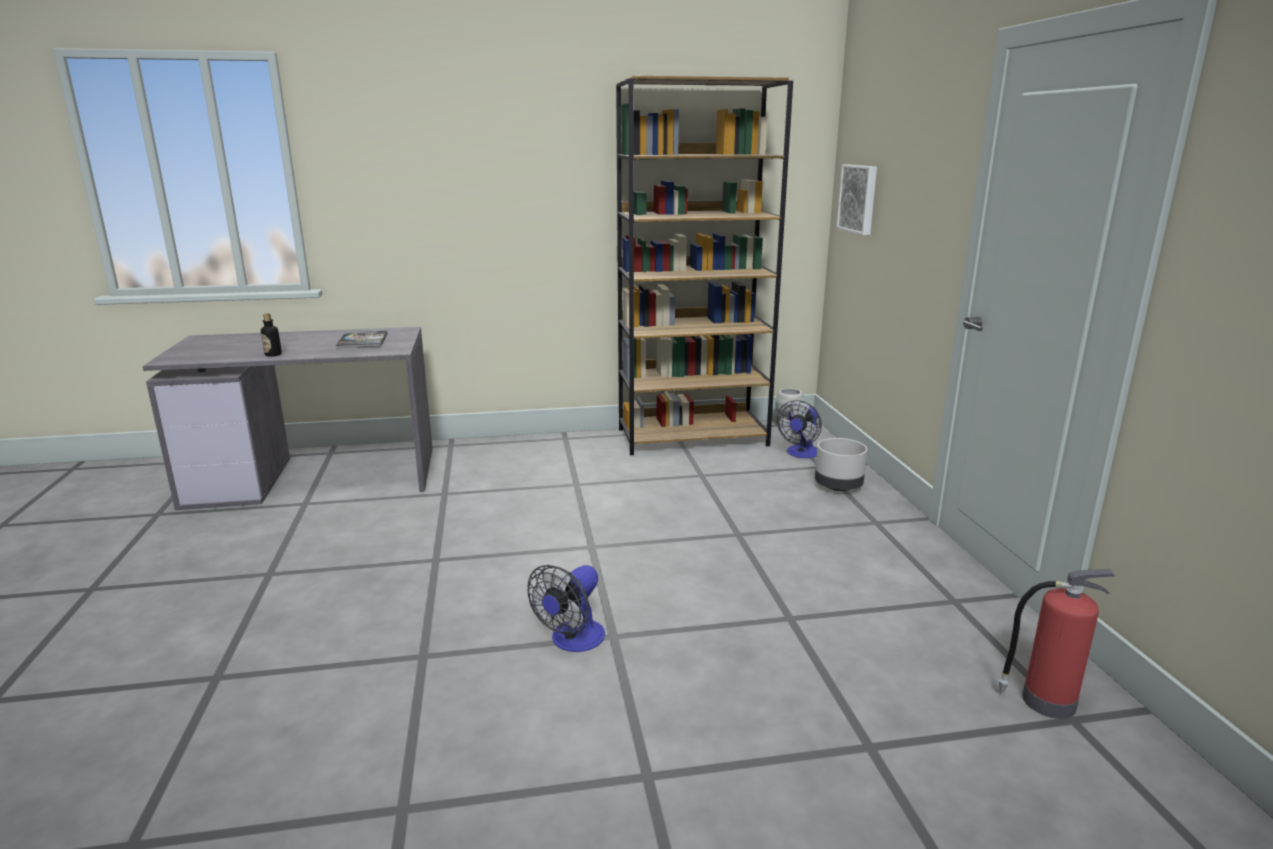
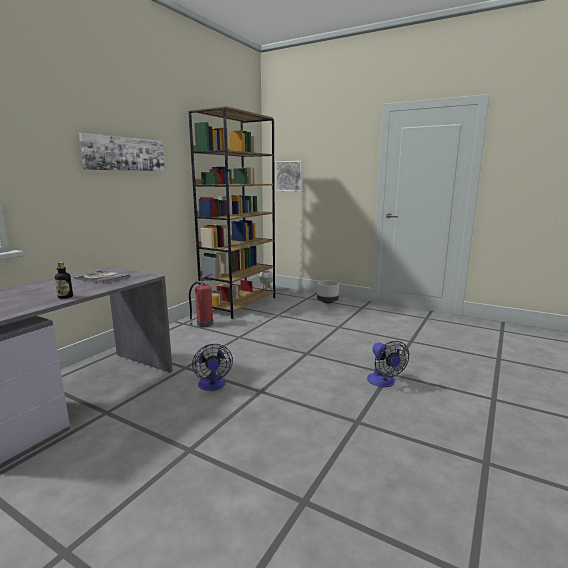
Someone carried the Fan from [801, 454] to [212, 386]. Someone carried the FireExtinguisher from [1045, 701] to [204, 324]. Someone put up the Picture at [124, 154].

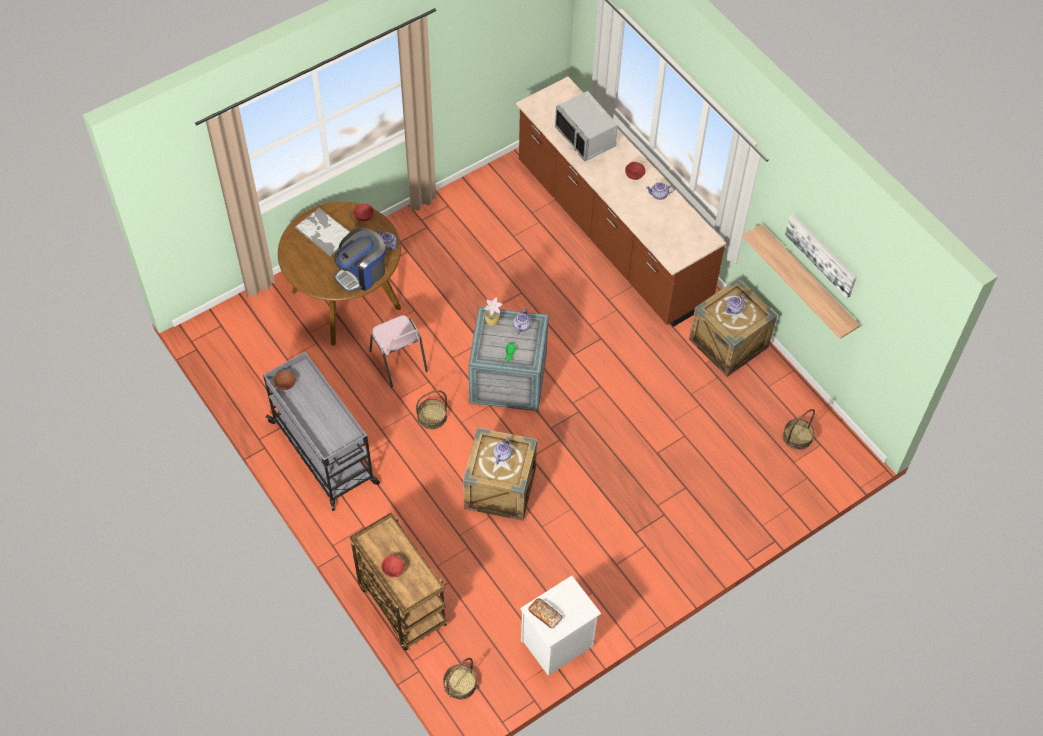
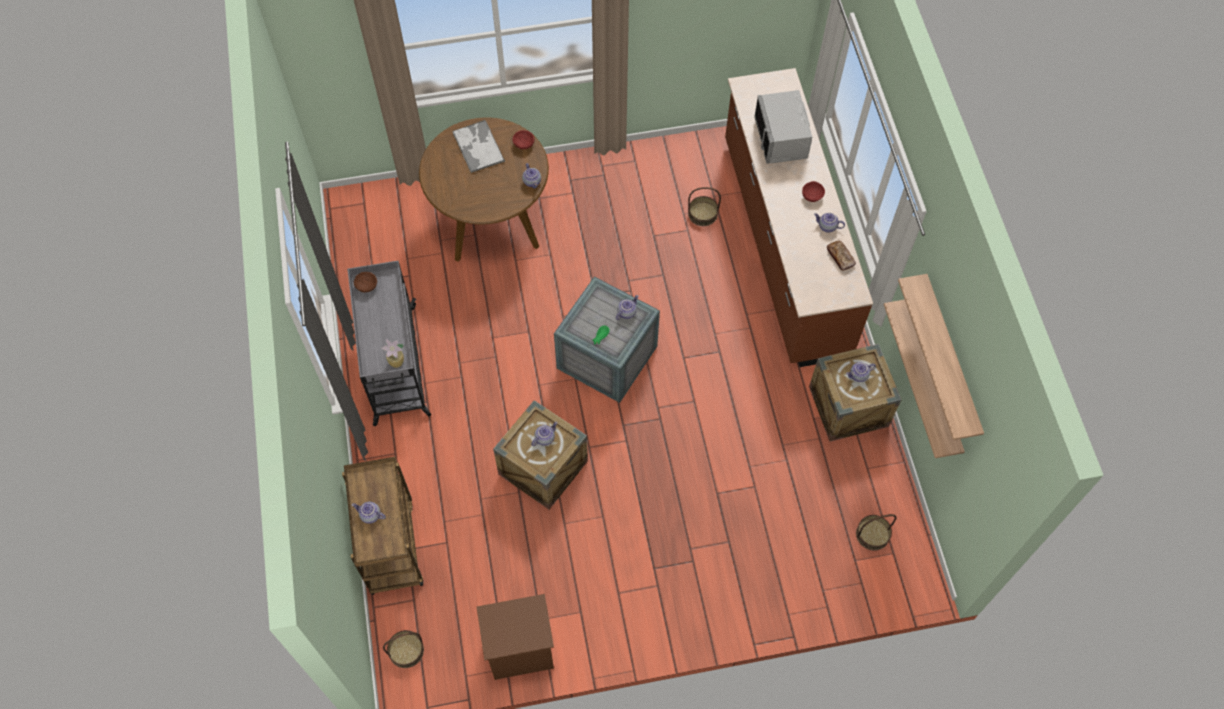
Someone took away the CoffeeMachine at [361, 273]. Someone took away the PinkChair at [399, 362]. Someone swapped the RedBowl at [393, 569] for the Teapot at [370, 515]. Someone carried the Basket from [432, 416] to [702, 214]. Someone carried the PottedPlant from [493, 321] to [397, 362]. Someone repainted the WhiteNightstand at [557, 644], which became the BrownNightstand at [519, 651]. Someone carried the Bread from [545, 615] to [840, 257]. Someone swapped the Picture at [821, 254] for the Shelf at [950, 358].

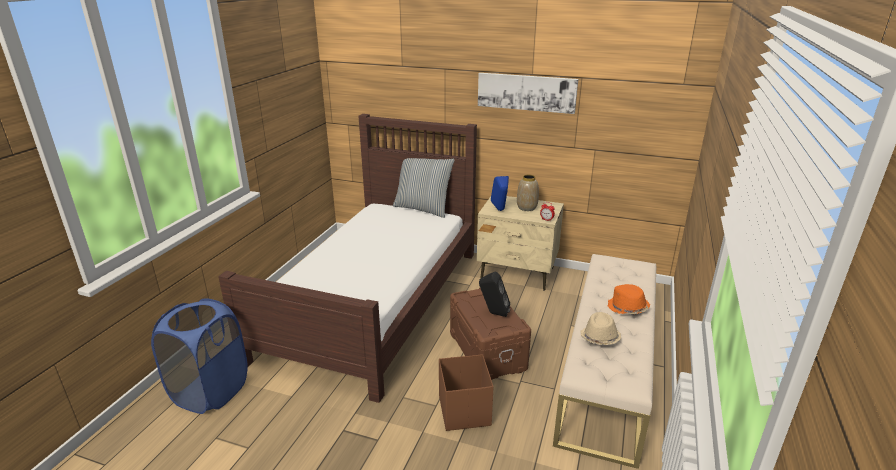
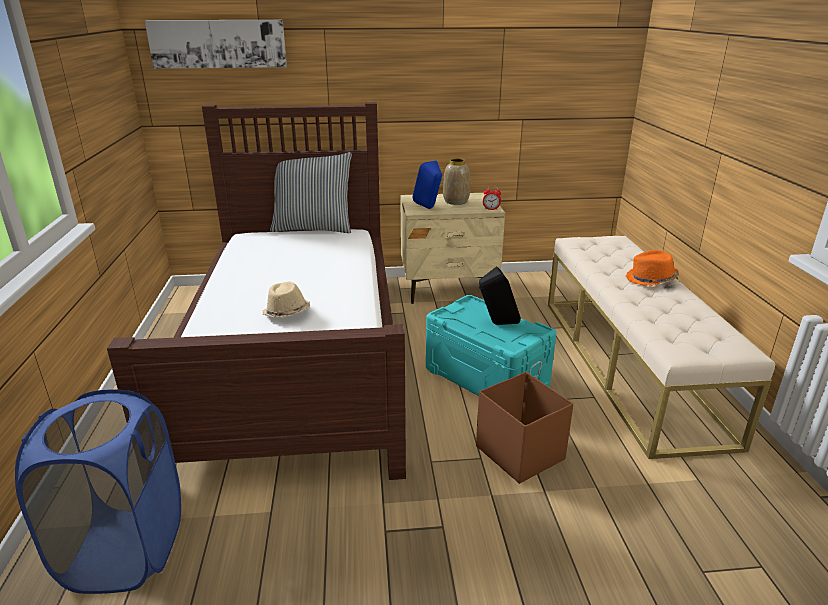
Someone repainted the BrownStorageBox at [486, 351], which became the TurquoiseStorageBox at [485, 378]. Someone carried the Picture from [526, 92] to [218, 44]. Someone carried the BeigeHat from [599, 338] to [286, 313].

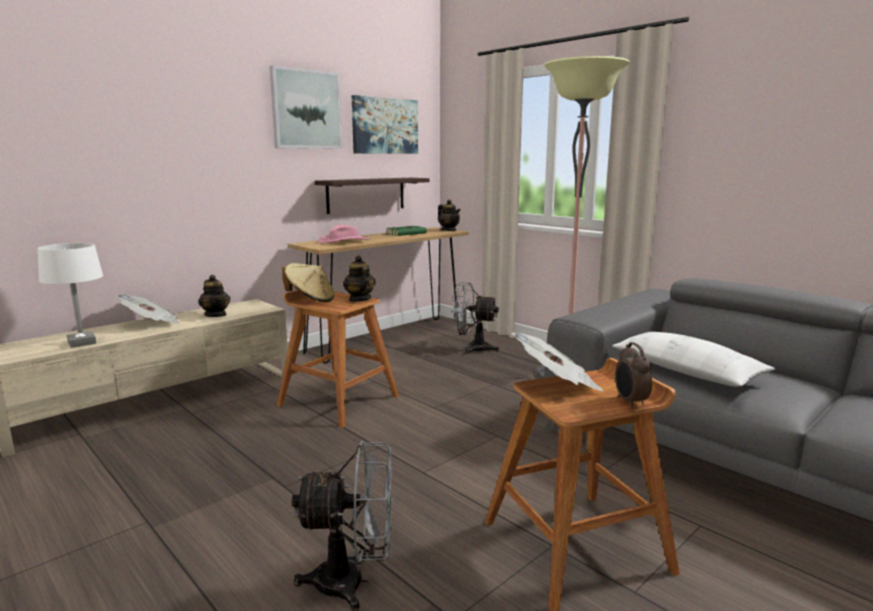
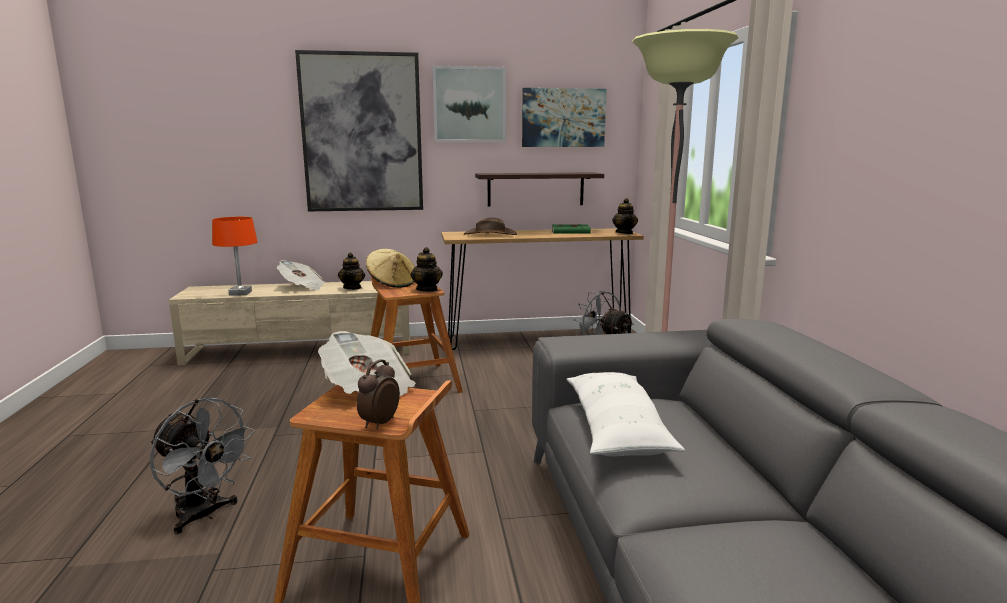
Someone repainted the WhiteTableLamp at [82, 342], which became the OrangeTableLamp at [240, 293]. Someone repainted the PinkHat at [344, 241], which became the BrownHat at [490, 234]. Someone rotated the Teapot at [359, 299] by 150 degrees clockwise. Someone put up the Picture at [362, 133].

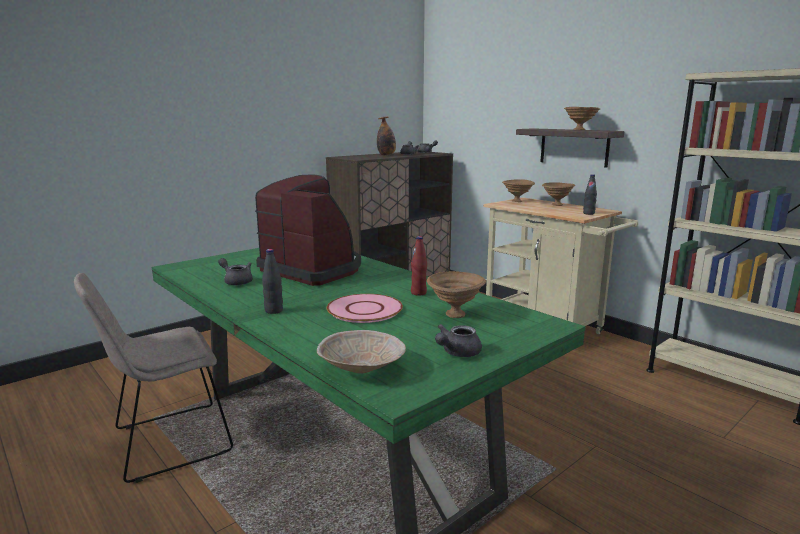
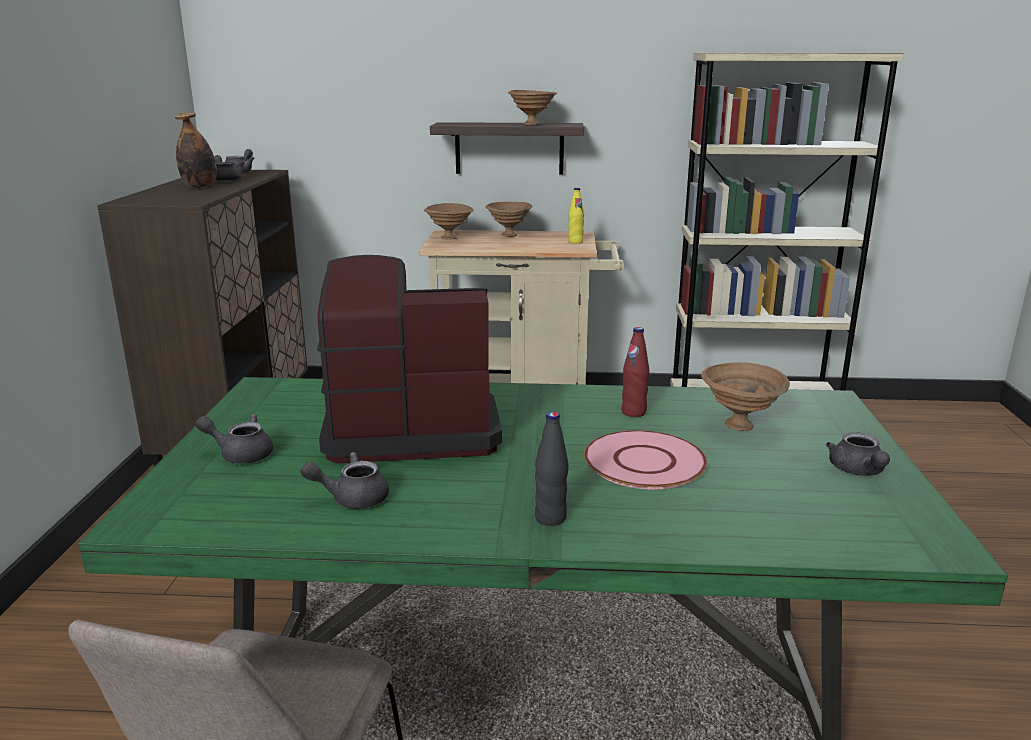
Someone took away the BeigeBowl at [363, 369]. Someone repainted the BlackBottle at [588, 213], which became the YellowBottle at [575, 242]. Someone put down the GreyTeapot at [241, 454].

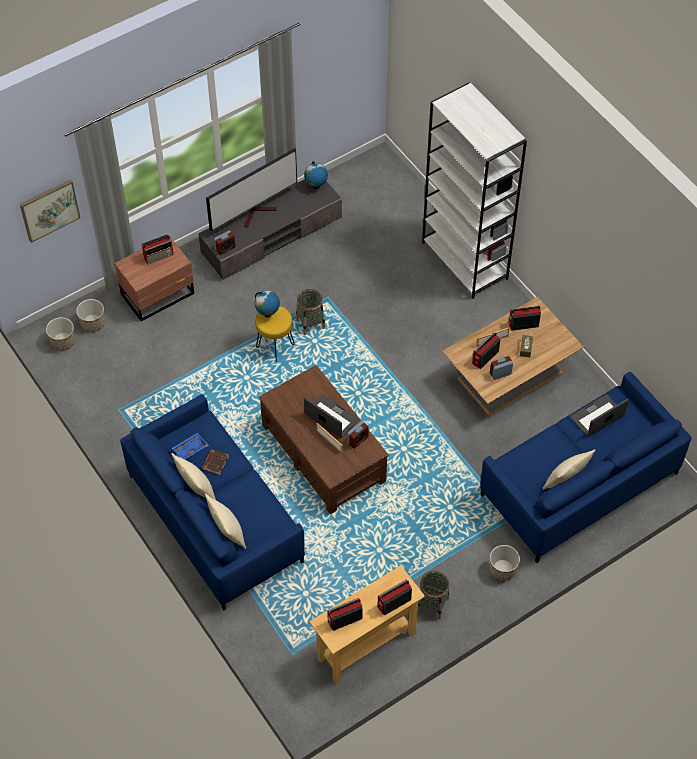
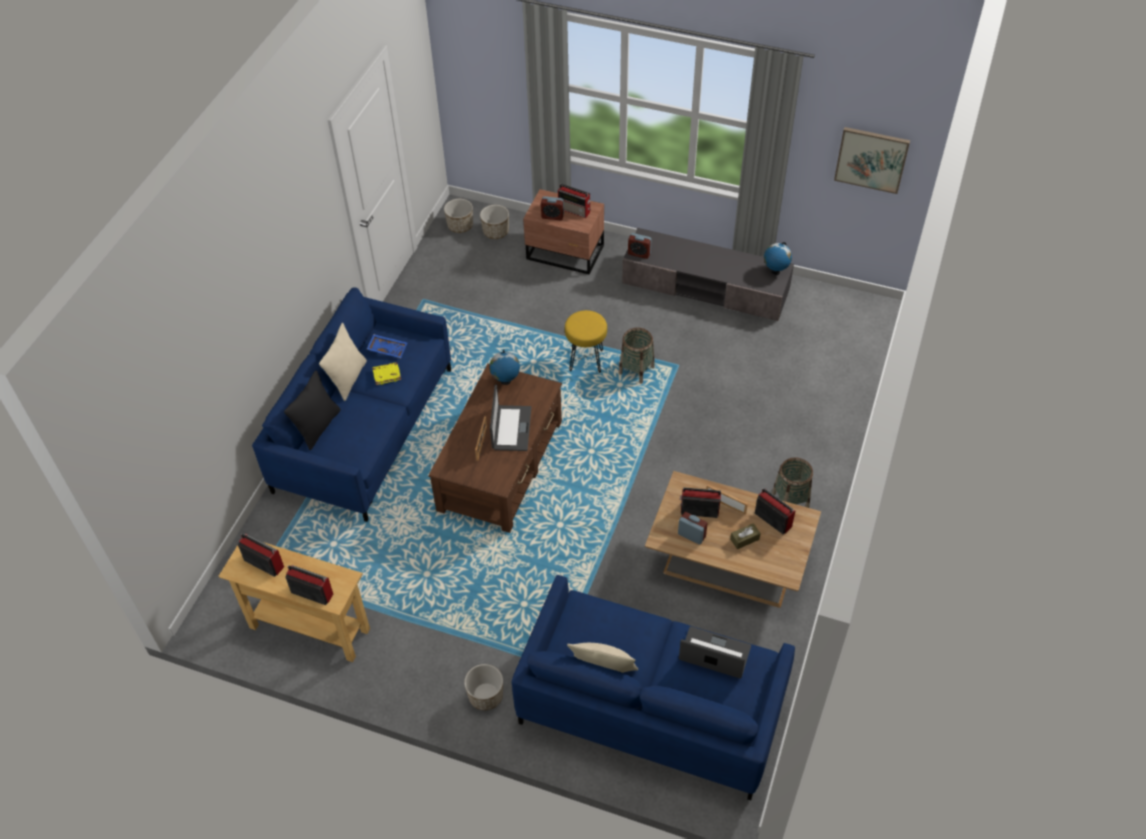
Someone carried the Picture from [49, 209] to [871, 159]. Someone repainted the BrownBook at [215, 462], which became the YellowBook at [387, 374]. Someone repainted the BeigePillow at [227, 532], which became the BlackPillow at [318, 427]. Someone took away the Television at [257, 212]. Someone carried the Globe from [267, 314] to [505, 381]. Someone carried the AlarmClock from [357, 440] to [552, 216]. Someone carried the Basket from [432, 604] to [790, 501]. Someone took away the WhiteBookcase at [465, 261].

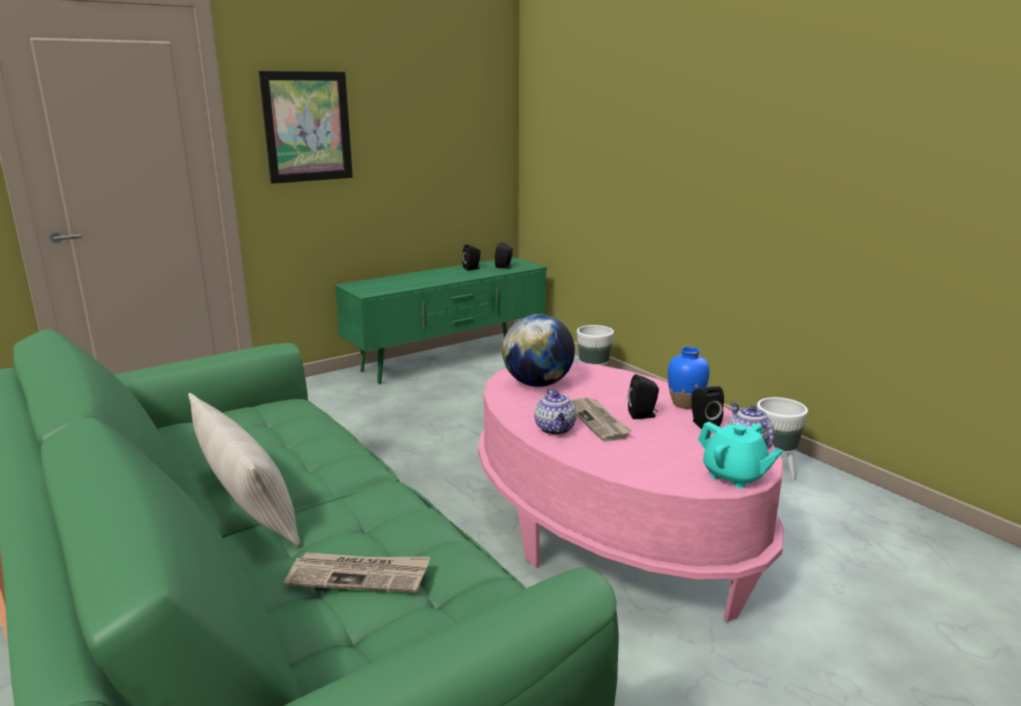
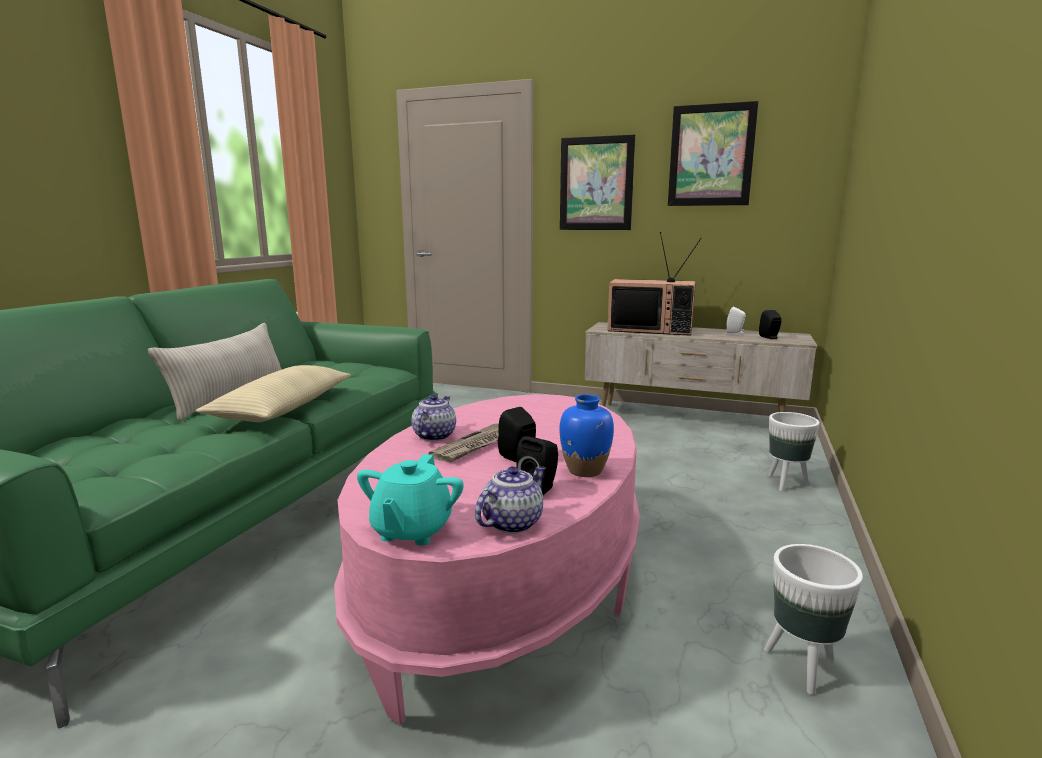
Someone took away the Newspaper at [359, 575]. Someone repainted the GreenTvStand at [448, 360], which became the BeigeTvStand at [689, 419]. Someone repainted the BlackSpeaker at [472, 268], which became the WhiteSpeaker at [735, 333]. Someone took away the Globe at [538, 384]. Someone rotated the Teapot at [555, 429] by 150 degrees clockwise. Someone put down the BeigePillow at [283, 408]. Someone put down the Television at [651, 329]. Someone put up the Picture at [711, 155].

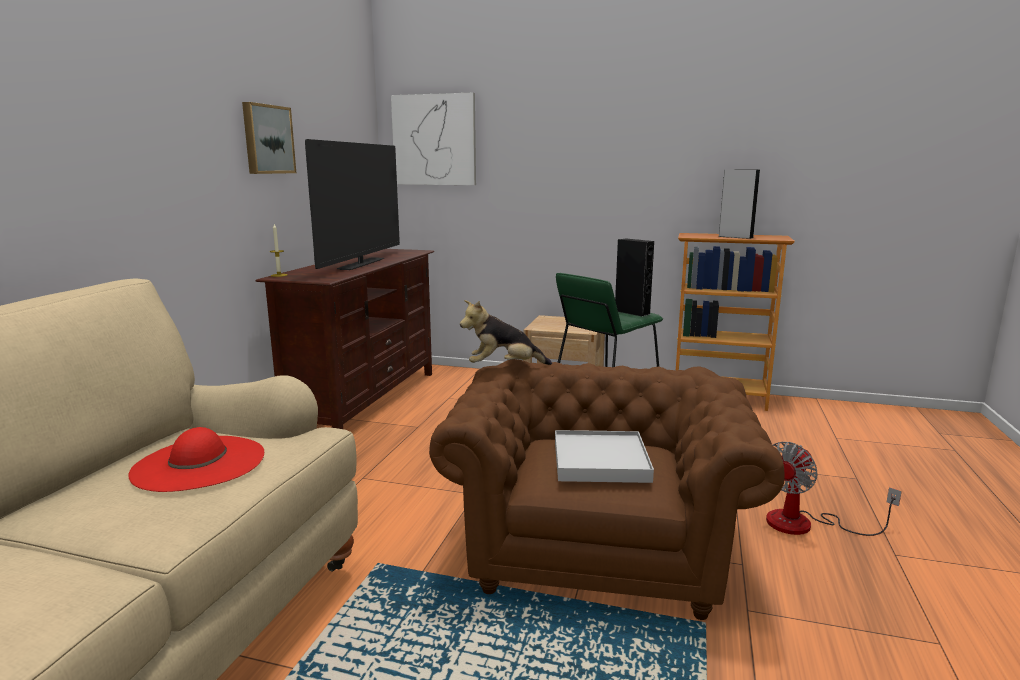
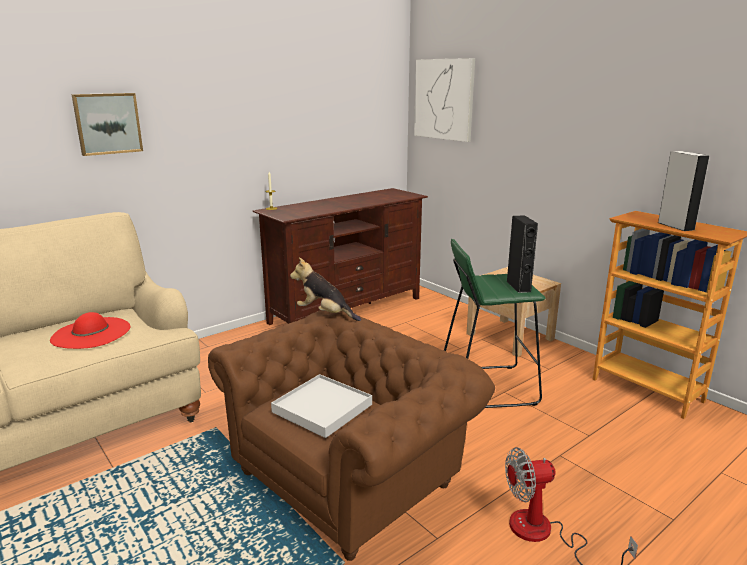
Someone carried the Picture from [267, 139] to [107, 123]. Someone took away the Television at [361, 264].

